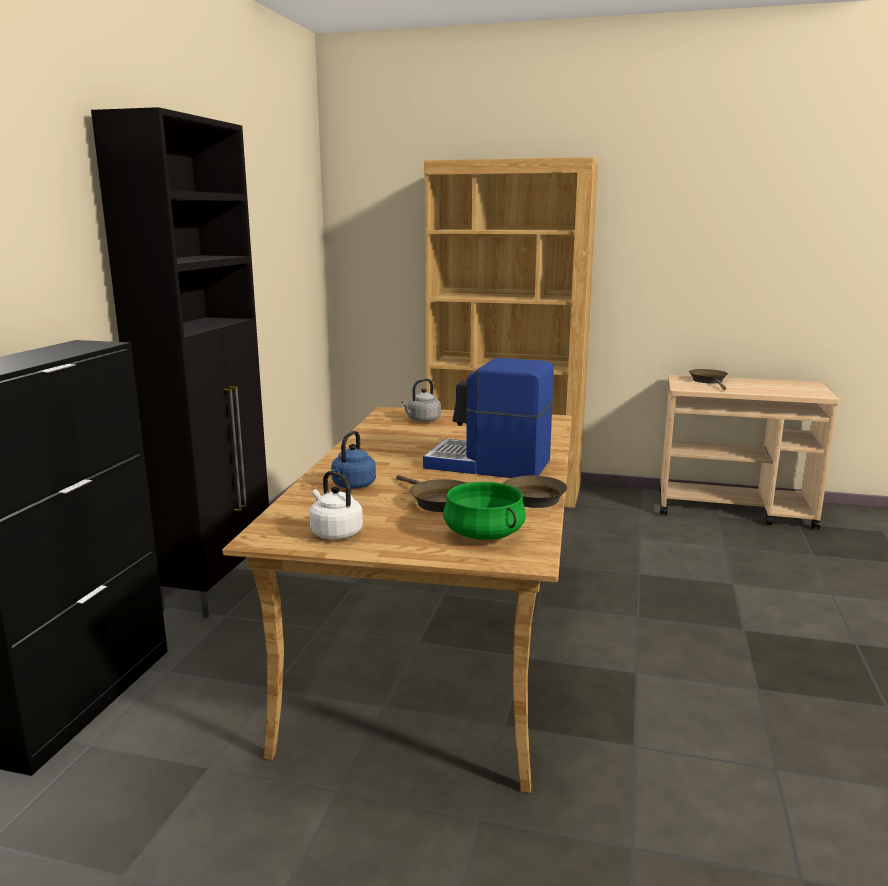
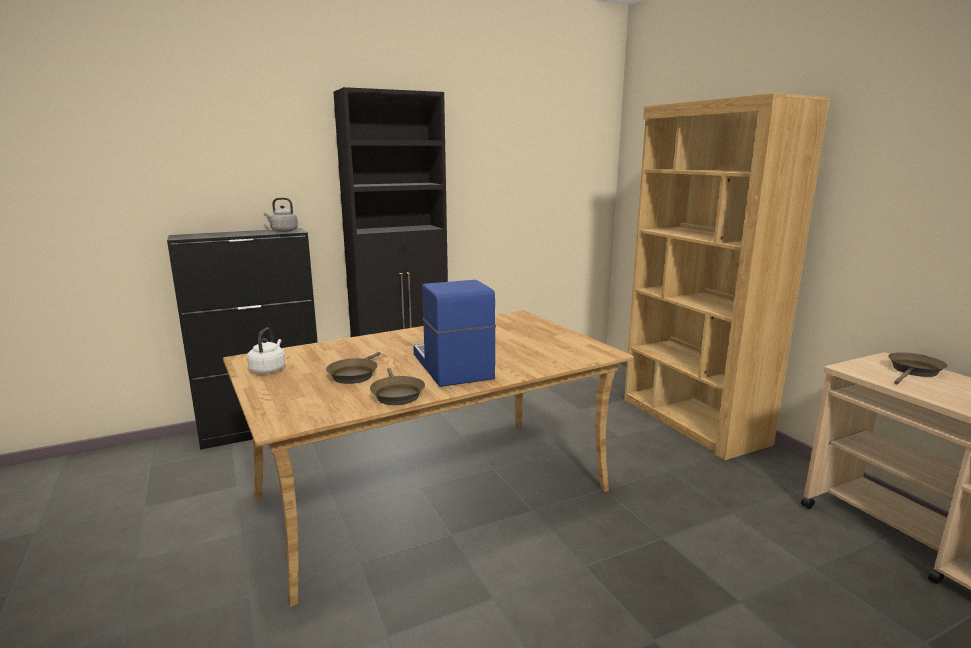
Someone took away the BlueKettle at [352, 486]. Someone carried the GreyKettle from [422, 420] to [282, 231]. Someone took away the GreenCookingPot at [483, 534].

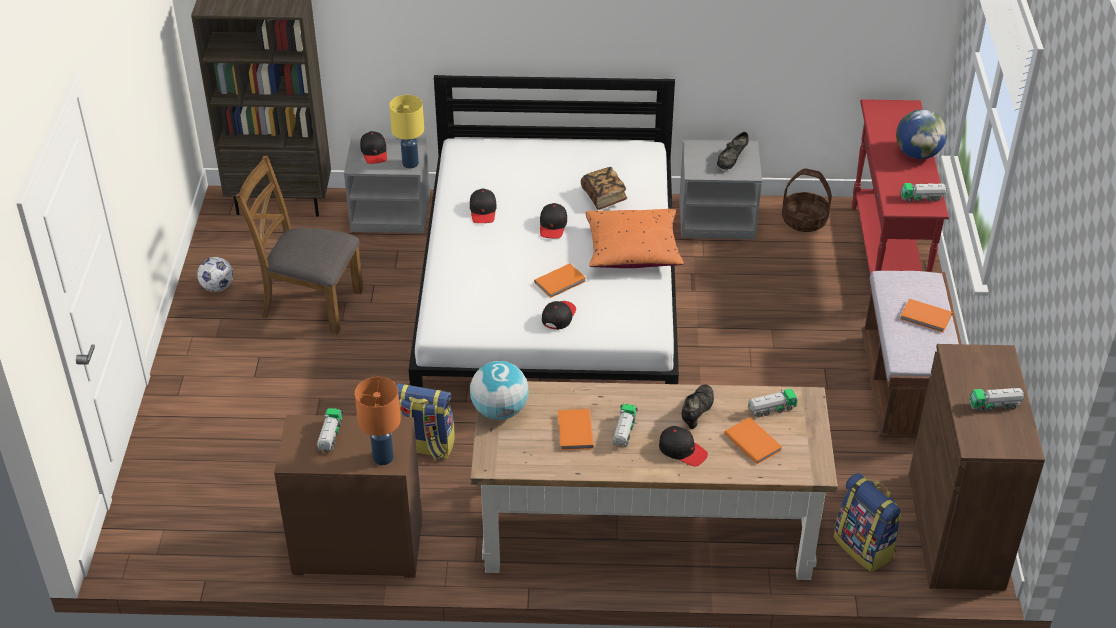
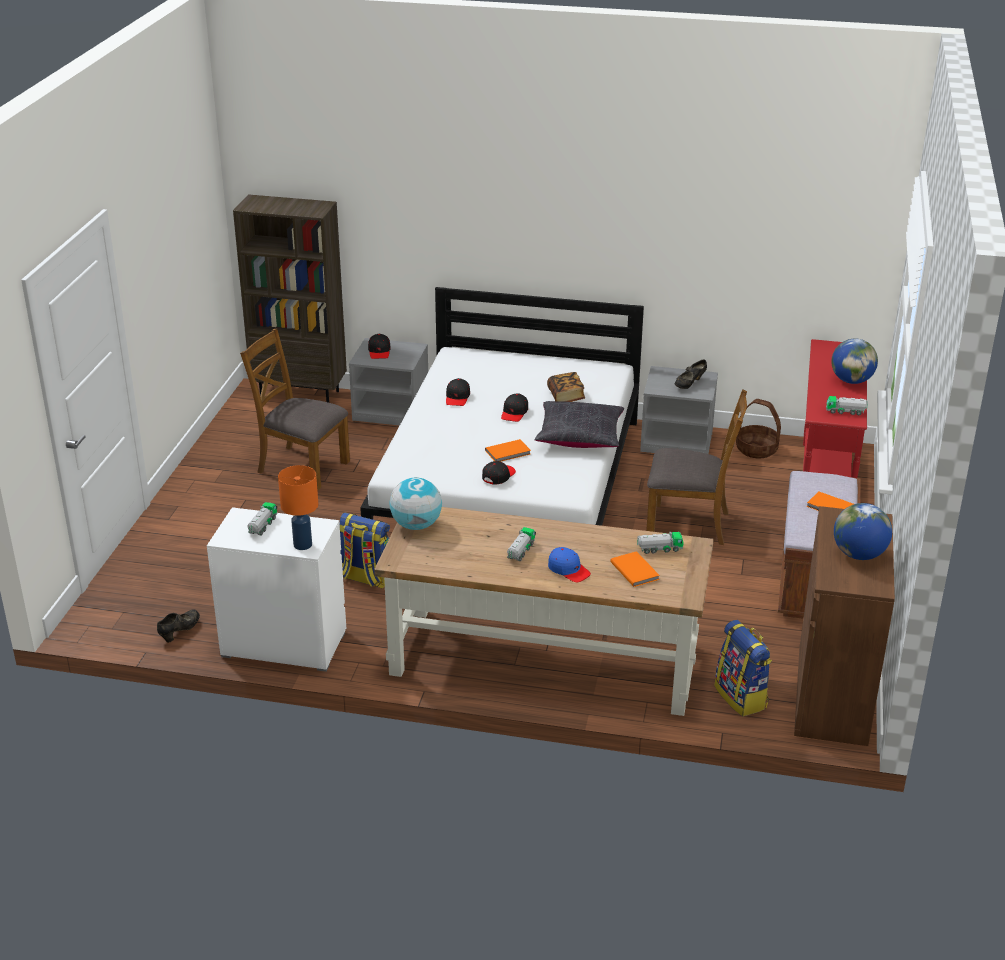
Someone took away the Football at [217, 287]. Someone repainted the BrownDresser at [357, 547], which became the WhiteDresser at [283, 643]. Someone took away the YellowTableLamp at [410, 163]. Someone took away the OrangeBook at [574, 431]. Someone repainted the OrangePillow at [632, 250], which became the BlackPillow at [579, 436]. Someone repainted the BlackCap at [682, 450], which became the BlueCap at [568, 570]. Someone carried the BlackShoe from [697, 413] to [180, 631]. Someone swapped the ToyTruck at [994, 405] for the Globe at [859, 554]. Someone put down the BrownChair at [689, 524].

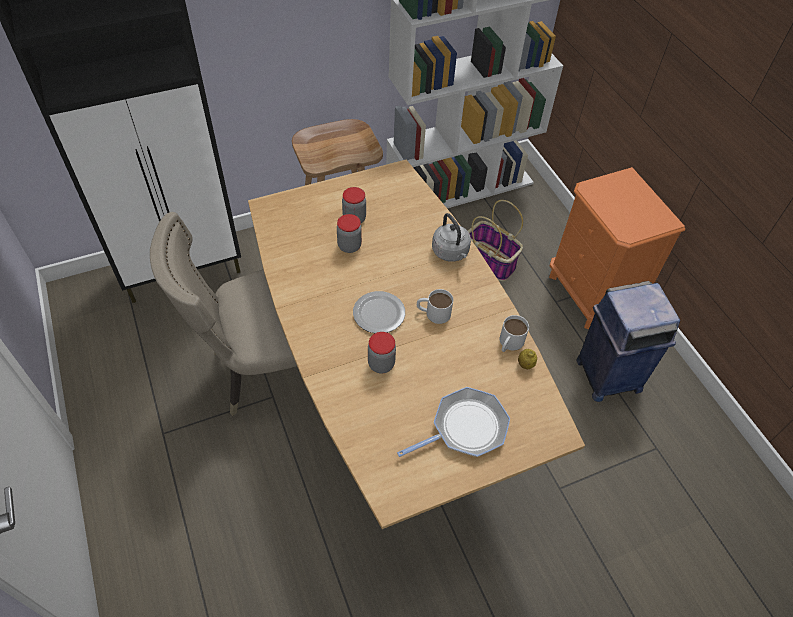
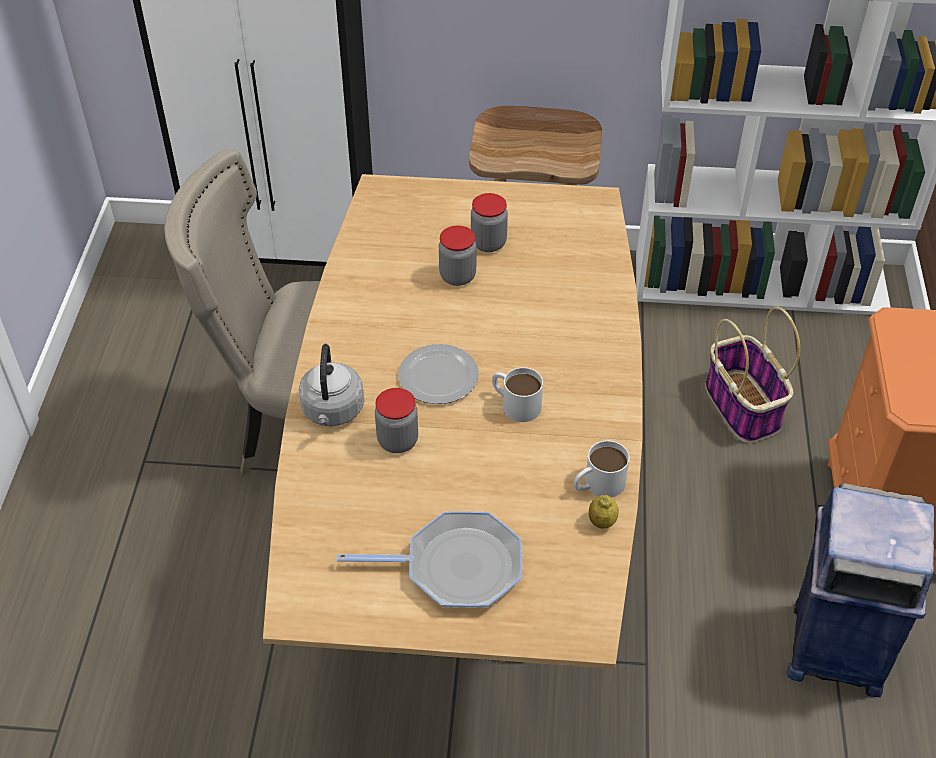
Someone carried the GreyKettle from [451, 253] to [332, 412].

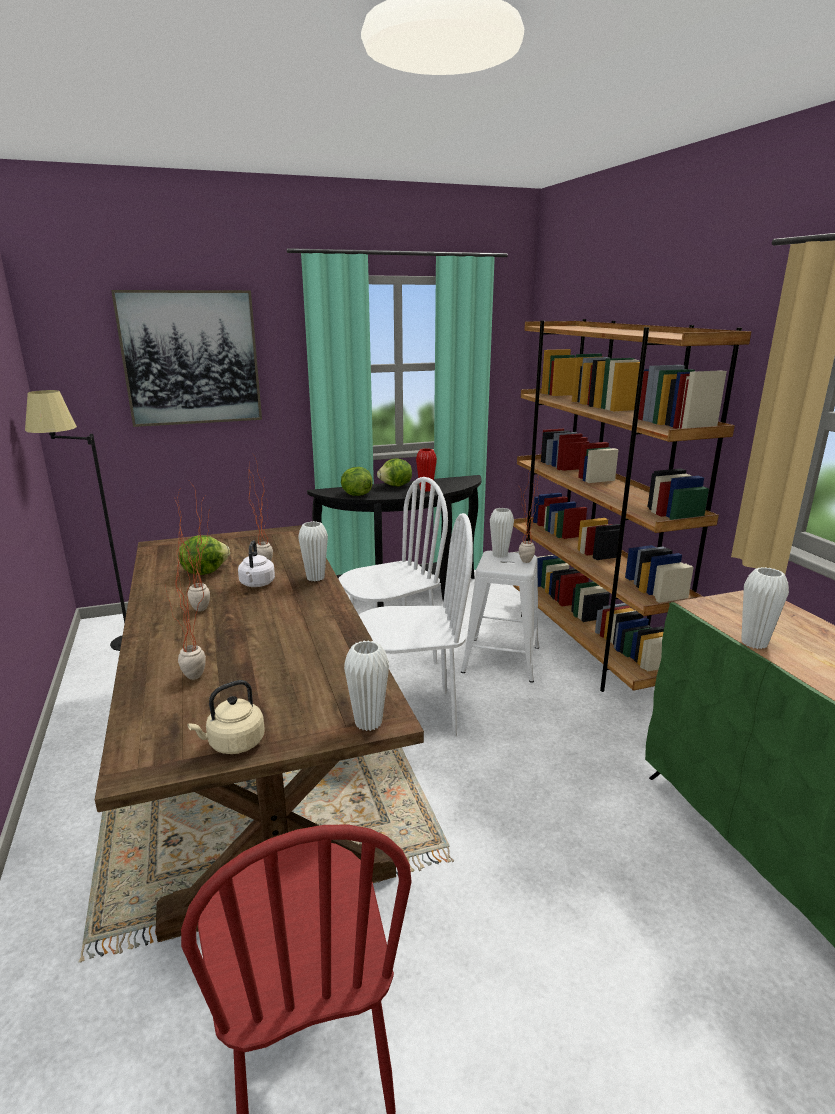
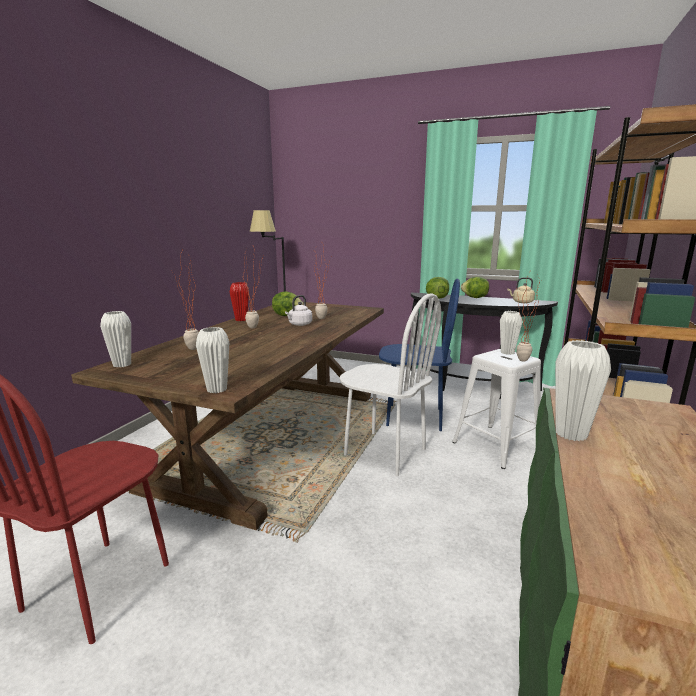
Someone took away the Picture at [191, 358]. Someone carried the BeigeKettle from [233, 744] to [521, 302]. Someone carried the WhiteVase from [315, 578] to [122, 364]. Someone repainted the WhiteChair at [391, 657], which became the BlueChair at [414, 417]. Someone carried the RedVase from [426, 490] to [241, 319].

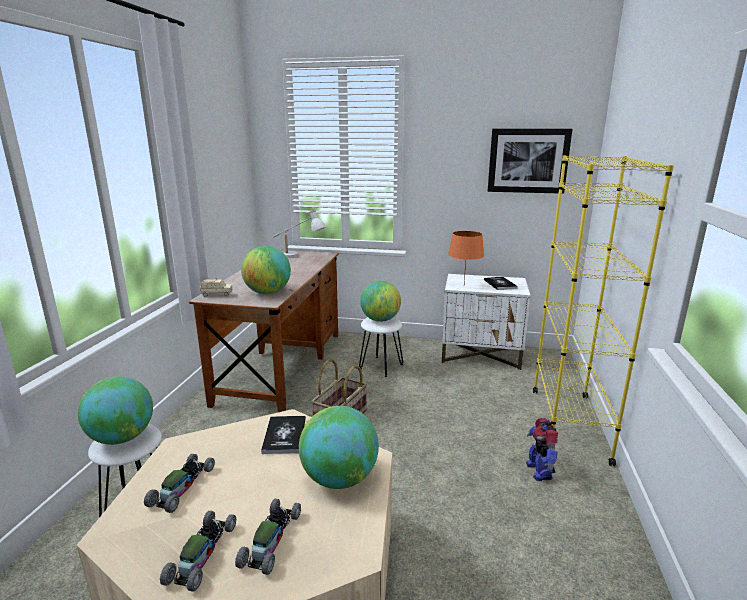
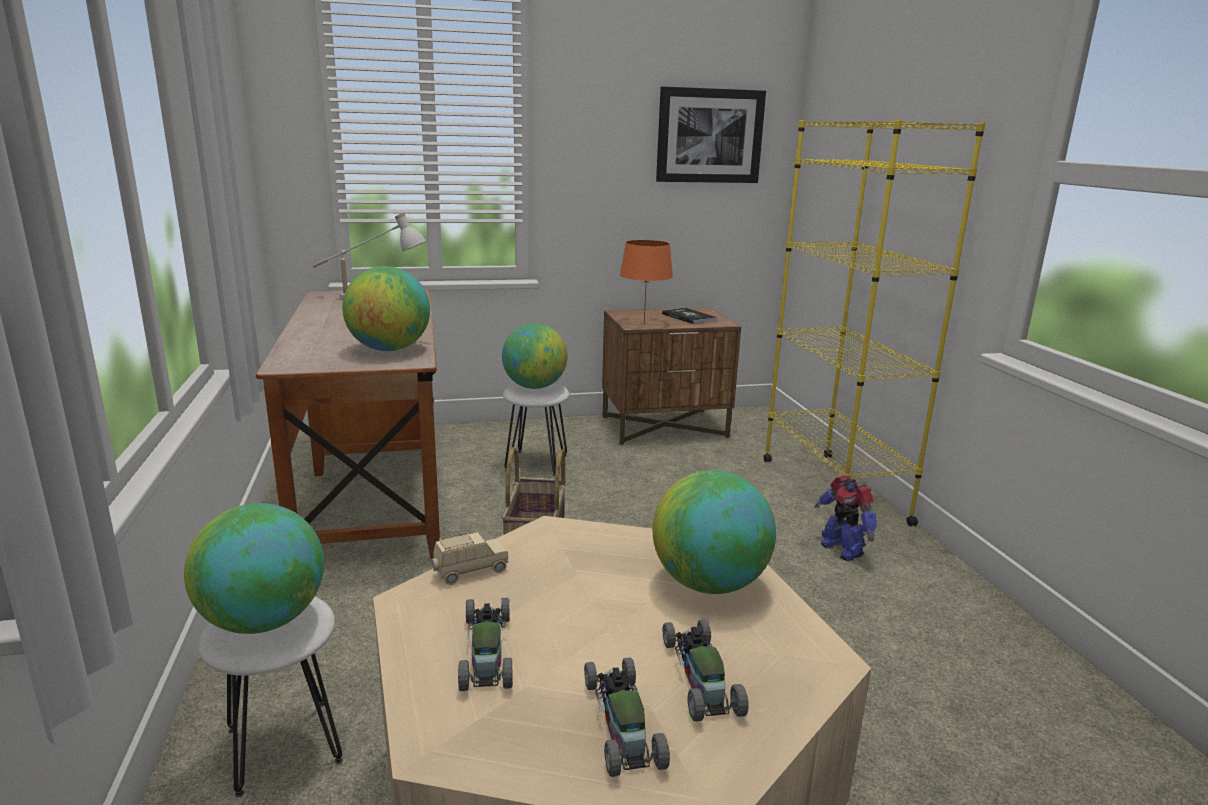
Someone carried the BeigeToyCar from [216, 295] to [470, 571]. Someone took away the Book at [284, 435]. Someone repainted the WhiteNightstand at [481, 355], which became the BrownNightstand at [665, 427].

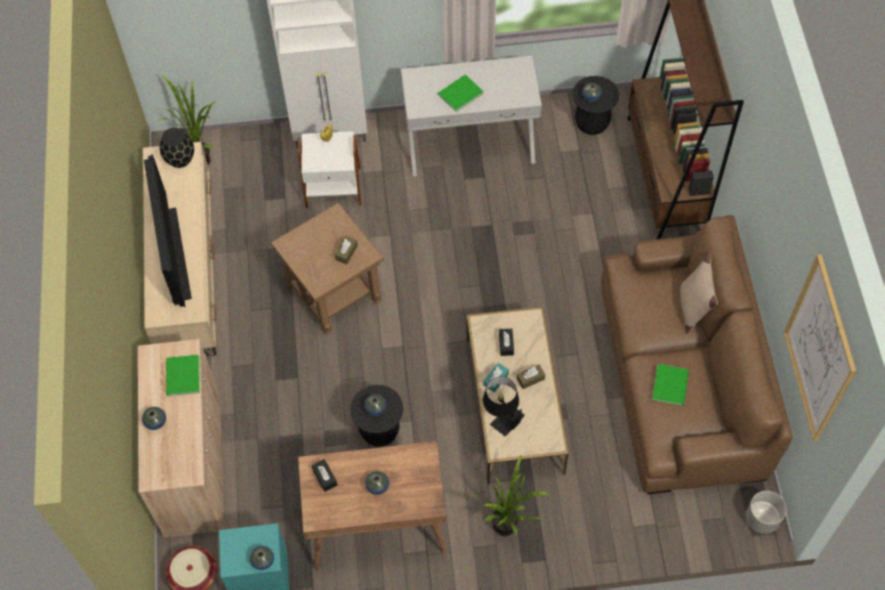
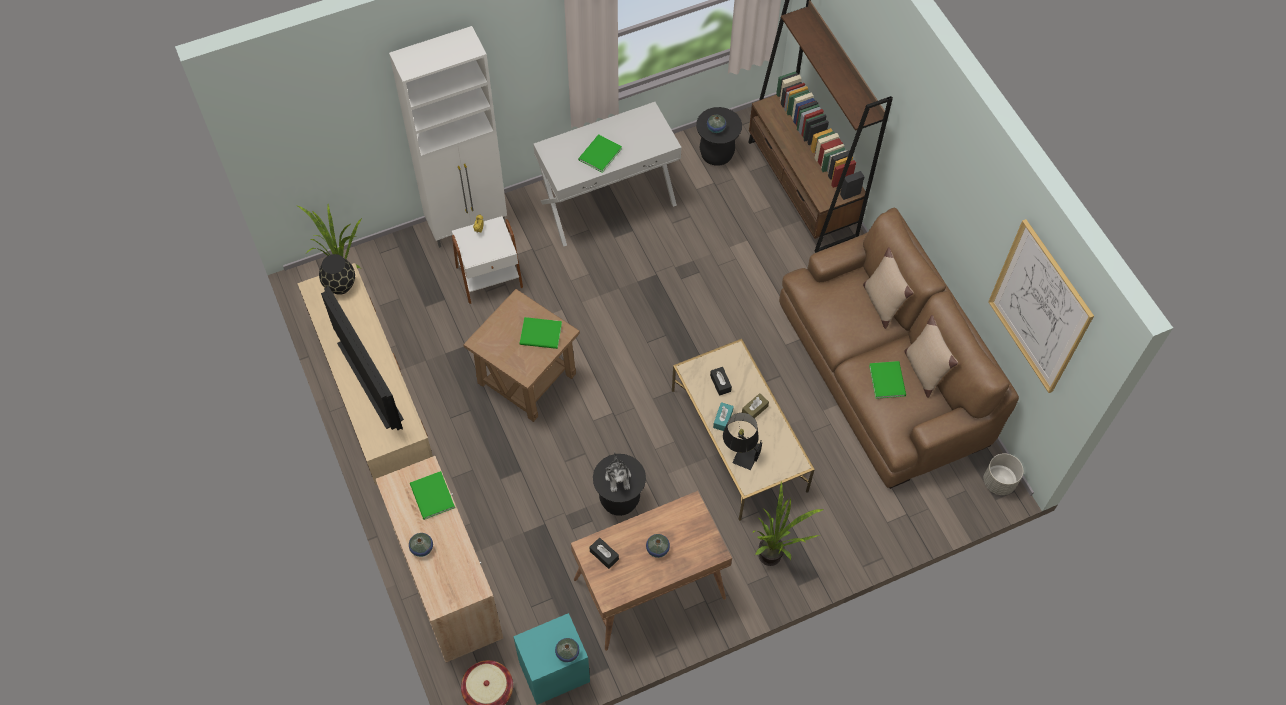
Someone swapped the BrownTissueBox at [346, 252] for the GreenBook at [542, 335]. Someone swapped the Vase at [375, 408] for the PlushToy at [618, 477]. Someone put down the BeigePillow at [924, 370].

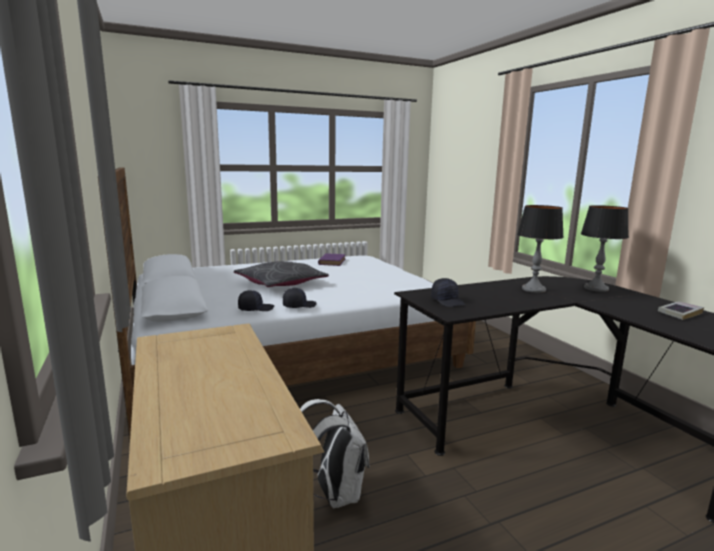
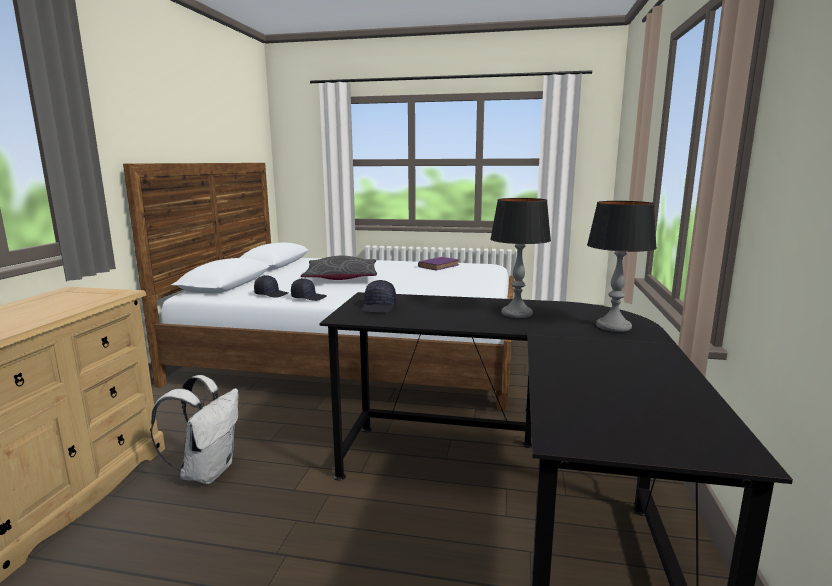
Someone took away the Book at [679, 313].

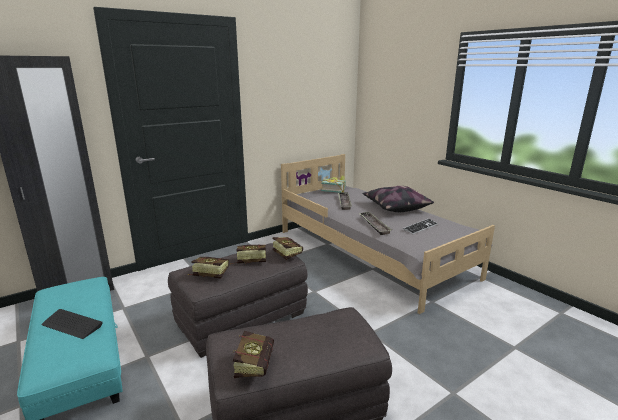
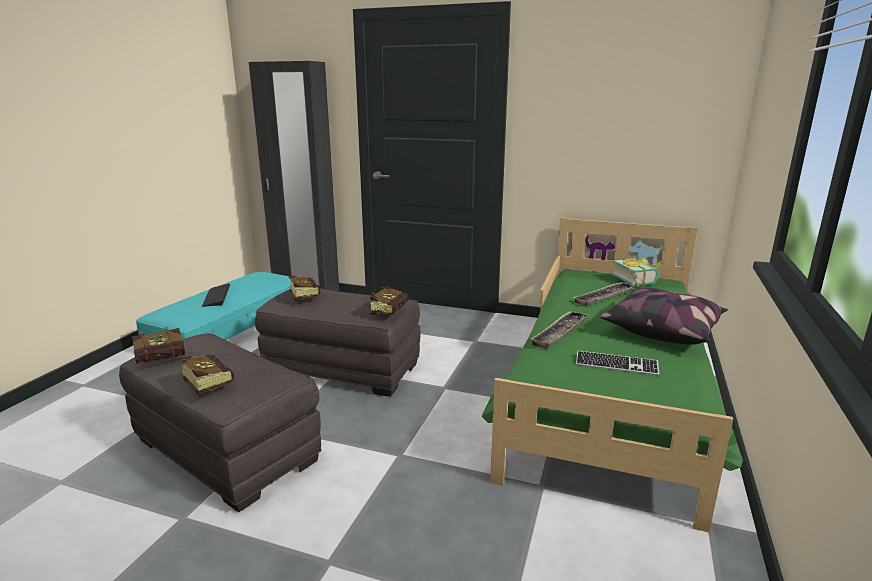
Someone carried the Book from [248, 261] to [206, 384]. Someone repainted the GreyBed at [372, 253], which became the GreenBed at [608, 394].

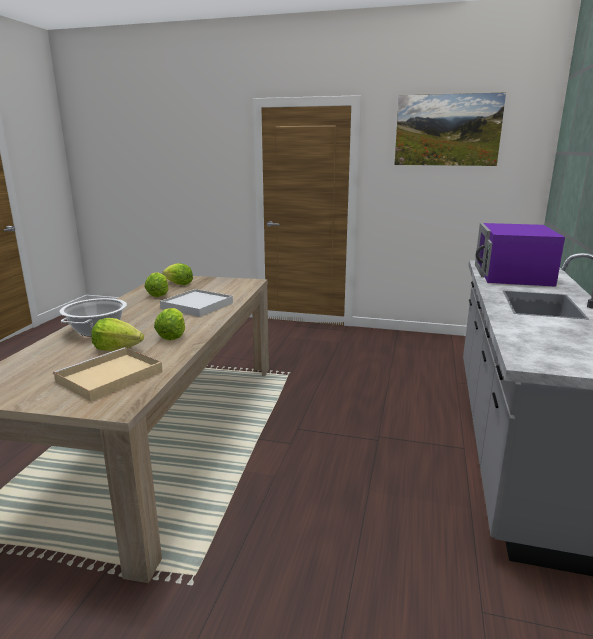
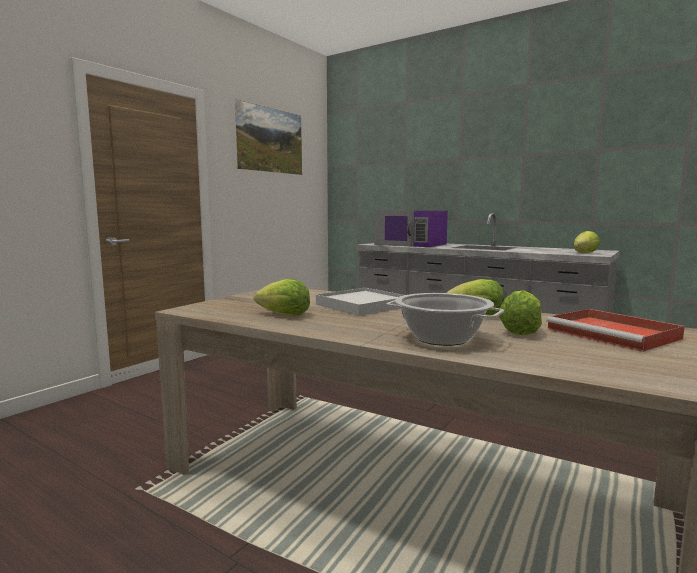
Someone repainted the BeigeTray at [108, 377], which became the RedTray at [615, 334]. Someone carried the Lettuce from [178, 284] to [584, 253].

